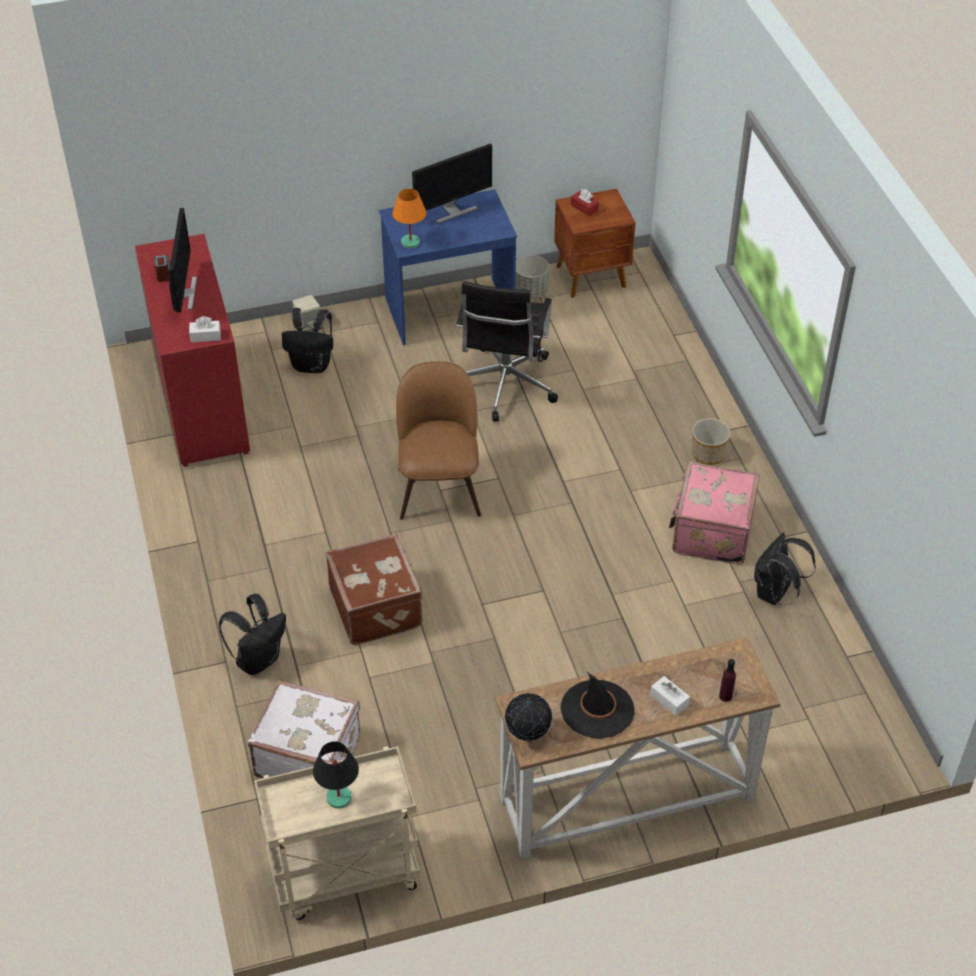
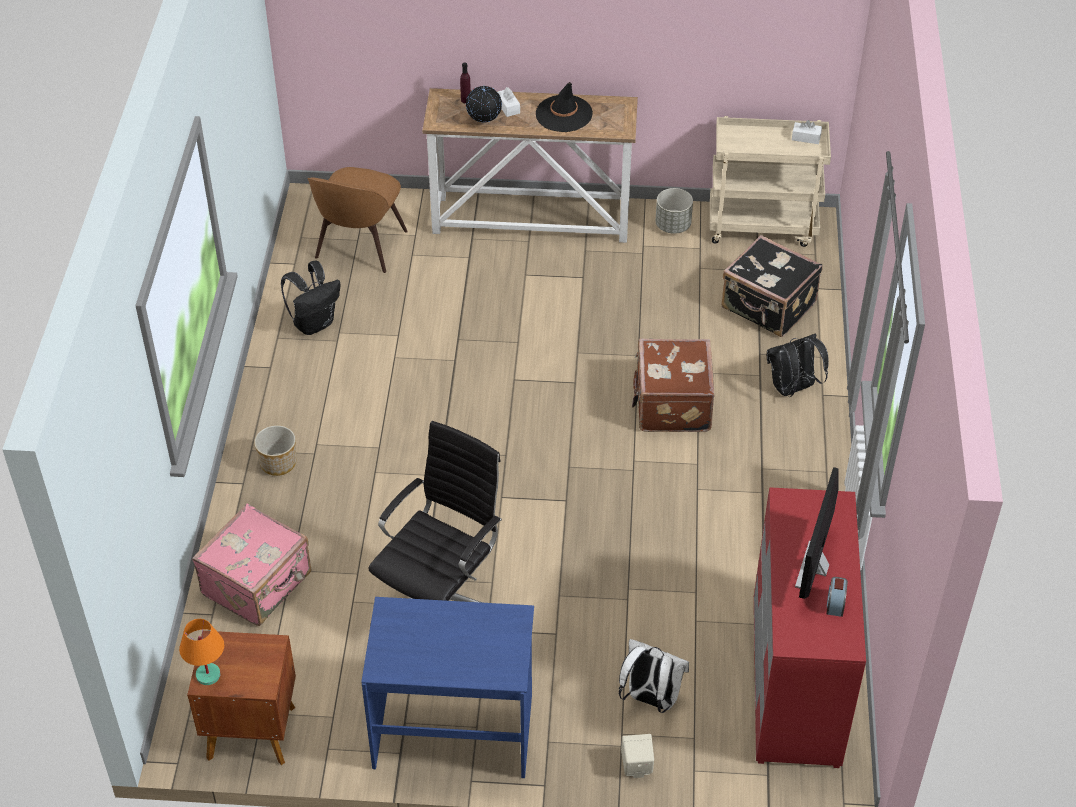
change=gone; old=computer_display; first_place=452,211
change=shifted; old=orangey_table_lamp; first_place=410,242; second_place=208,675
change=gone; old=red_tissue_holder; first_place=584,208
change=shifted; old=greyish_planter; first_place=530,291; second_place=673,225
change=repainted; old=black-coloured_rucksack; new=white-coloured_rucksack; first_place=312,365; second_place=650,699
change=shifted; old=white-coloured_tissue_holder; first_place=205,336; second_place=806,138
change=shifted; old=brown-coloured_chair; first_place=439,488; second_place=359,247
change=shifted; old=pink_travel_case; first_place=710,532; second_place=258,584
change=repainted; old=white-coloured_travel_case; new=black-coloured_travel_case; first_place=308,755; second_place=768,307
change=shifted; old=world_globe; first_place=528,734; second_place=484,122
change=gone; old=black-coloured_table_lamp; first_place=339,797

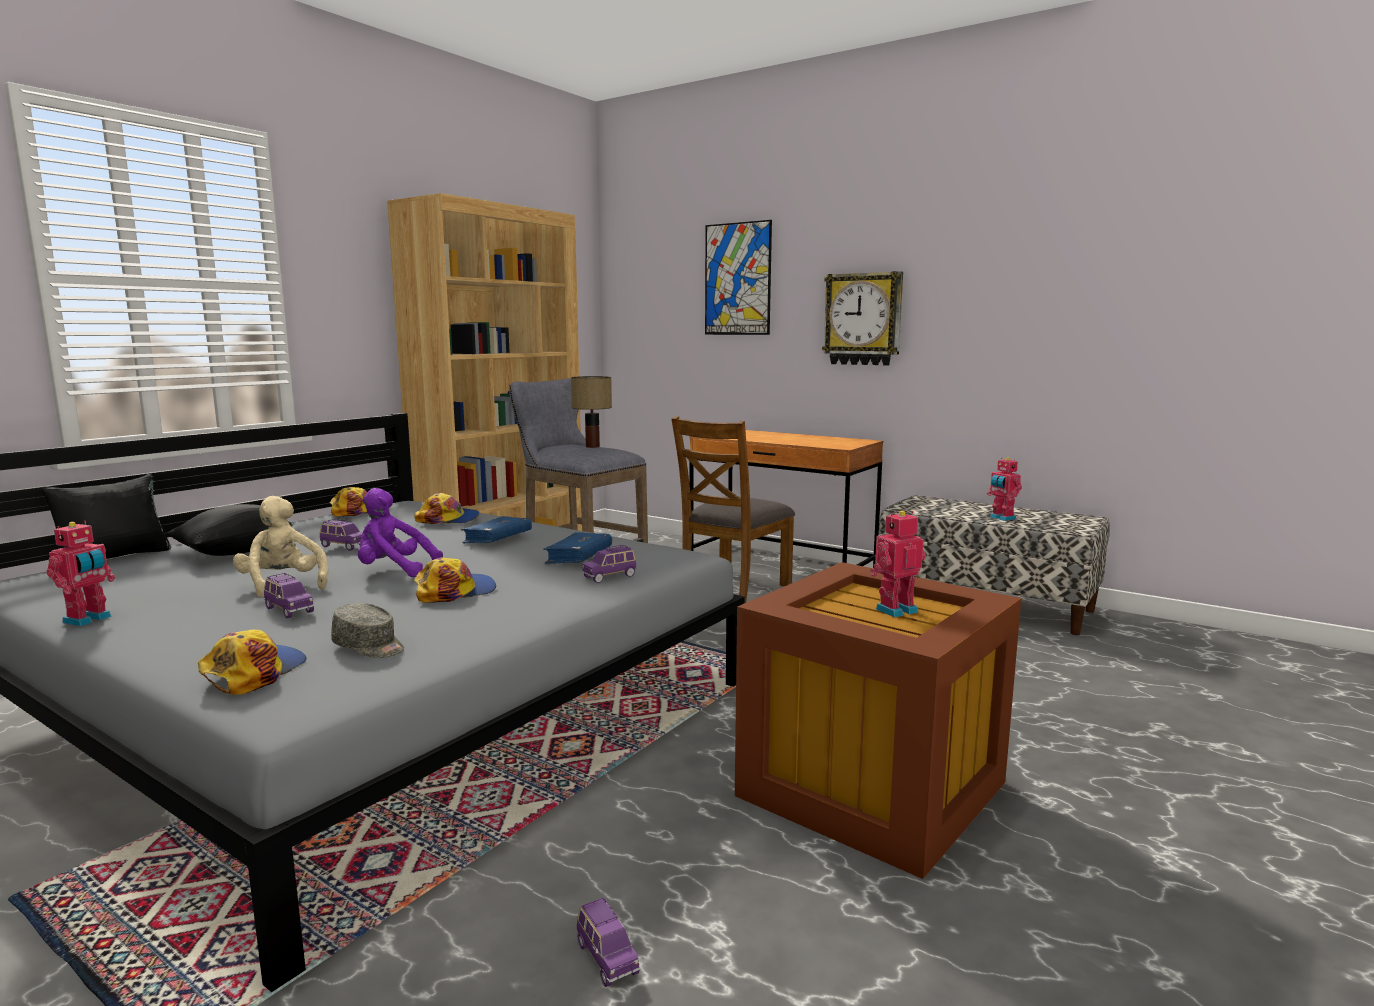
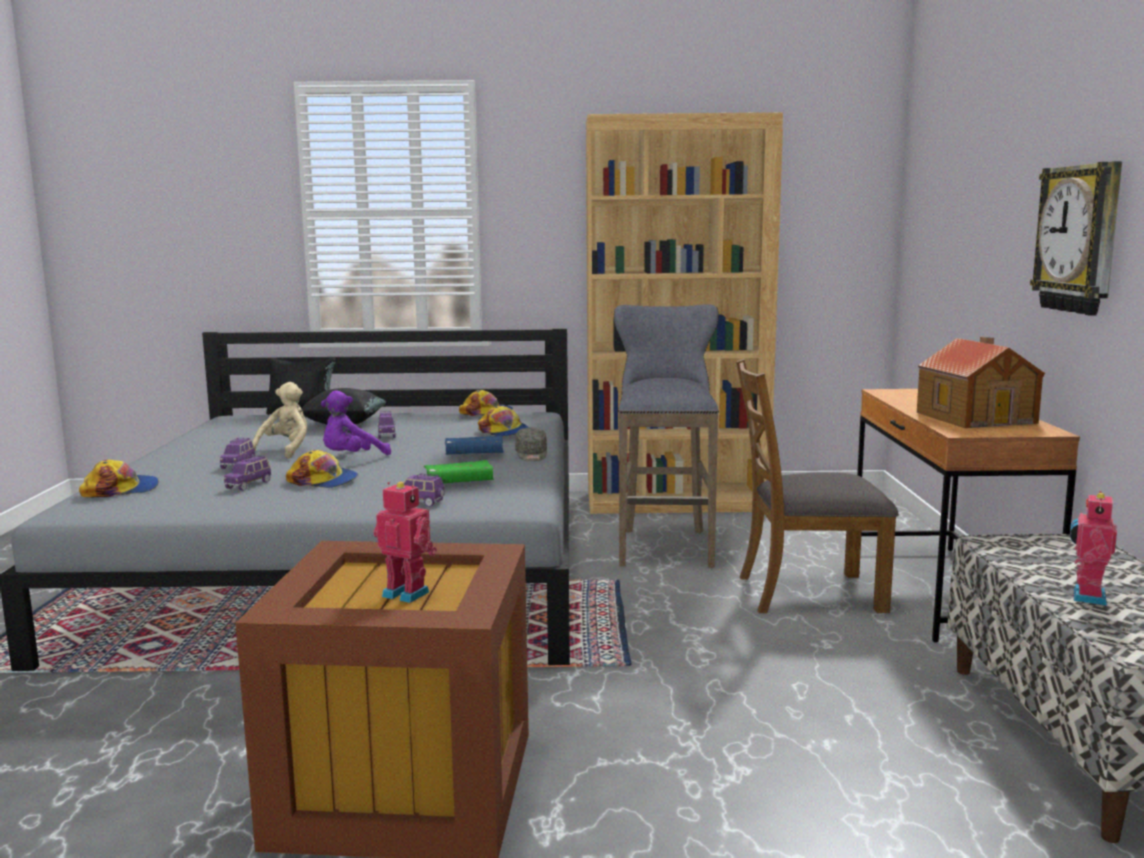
change=gone; old=picture; first_place=737,279
change=gone; old=table_lamp; first_place=593,446
change=rotated; old=purple_cuddly_toy; first_place=394,571; second_place=352,458; degrees=-105
change=gone; old=robot_figure; first_place=89,620
change=repainted; old=bluish_volume; new=green-coloured_volume; first_place=579,557; second_place=459,483
change=shifted; old=greyish_baseball_cap; first_place=370,647; second_place=531,455
change=shifted; old=purple_miniature_car; first_place=606,958; second_place=249,485
change=new; new=toy_house; second_place=976,417

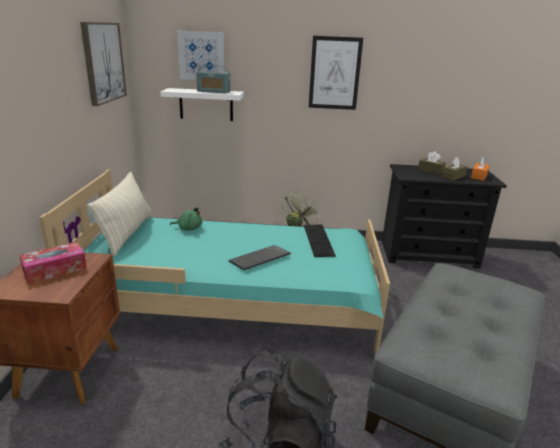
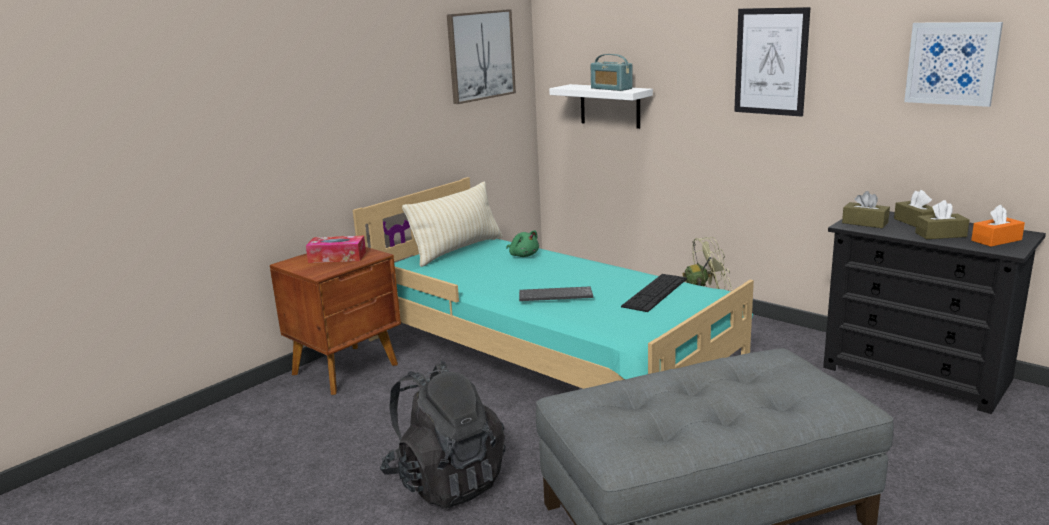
change=shifted; old=picture; first_place=201,56; second_place=952,63
change=new; new=brown-coloured_tissue_holder; second_place=865,223

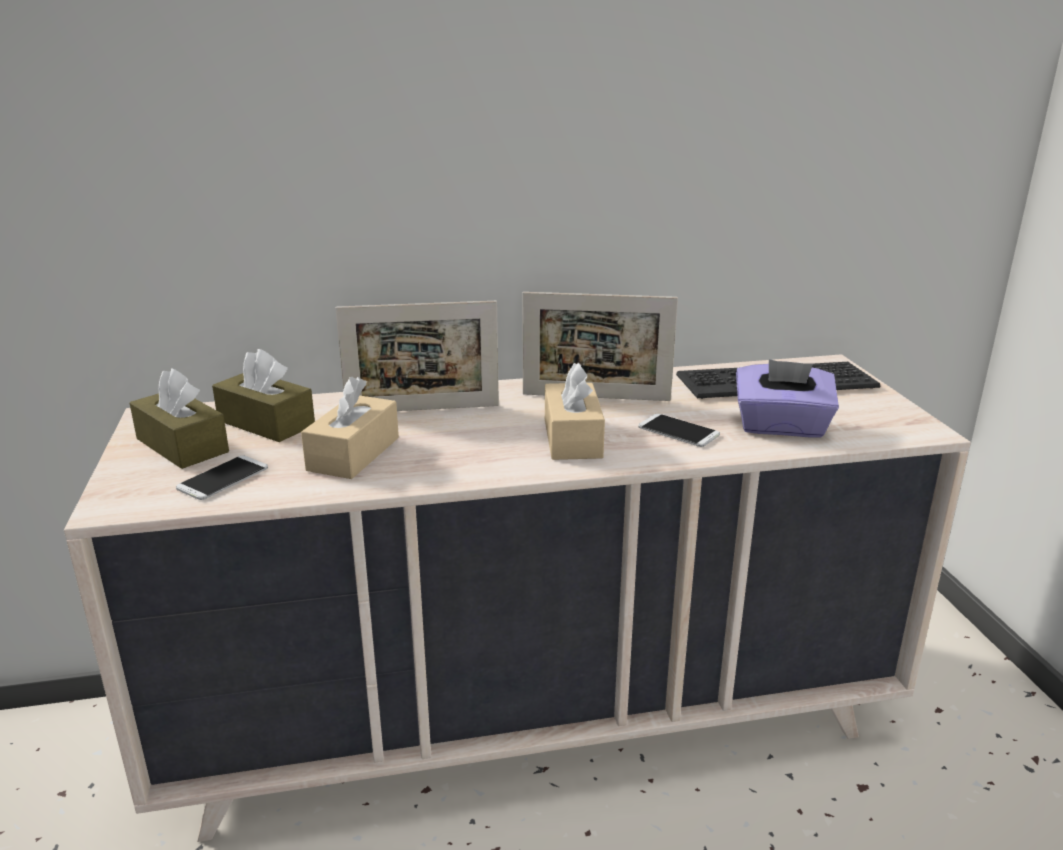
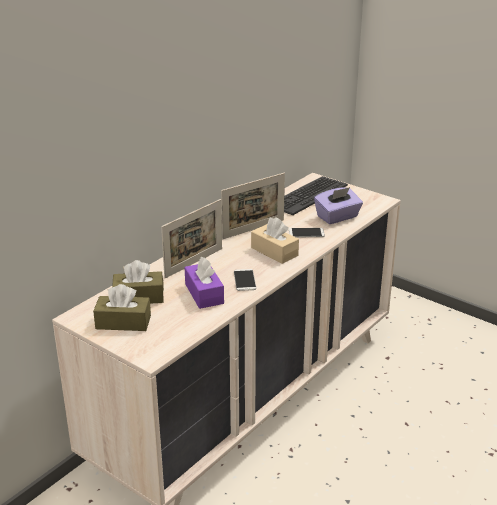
change=repainted; old=beige-coloured_tissue_holder; new=purple_tissue_holder; first_place=353,454; second_place=204,294
change=shifted; old=phone; first_place=223,478; second_place=244,280

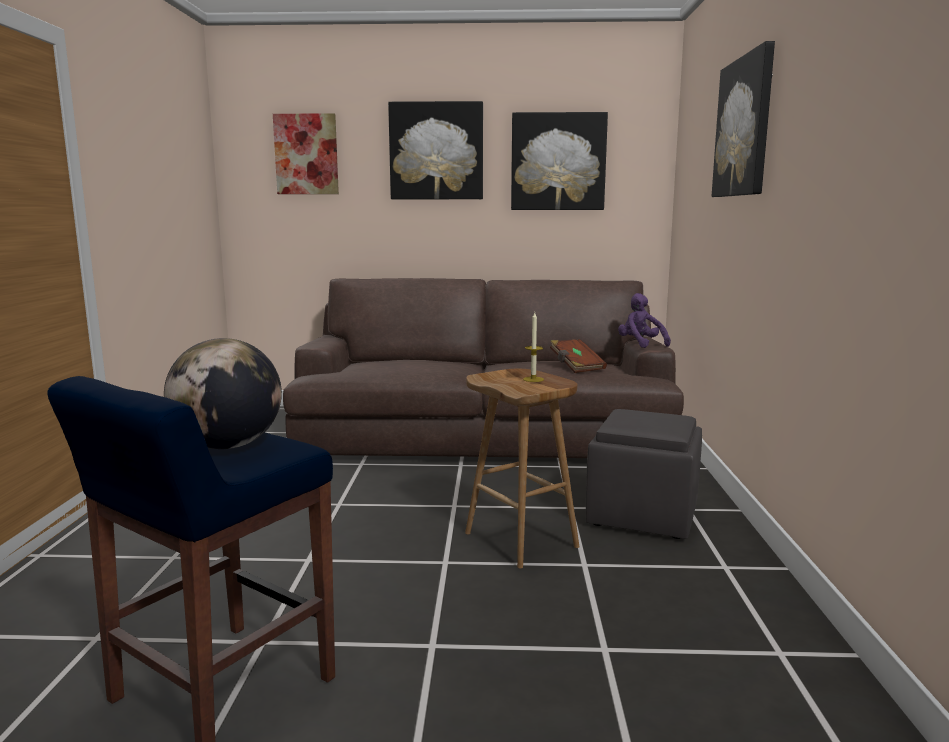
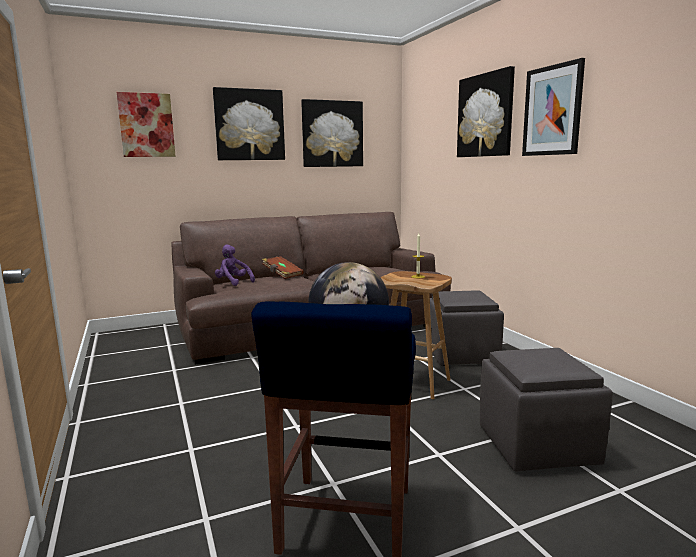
change=shifted; old=purple_cuddly_toy; first_place=640,344; second_place=233,282
change=shifted; old=brown-coloured_volume; first_place=576,367; second_place=282,275
change=new; new=picture; second_place=552,110
change=new; new=greyish_pouffe; second_place=537,445

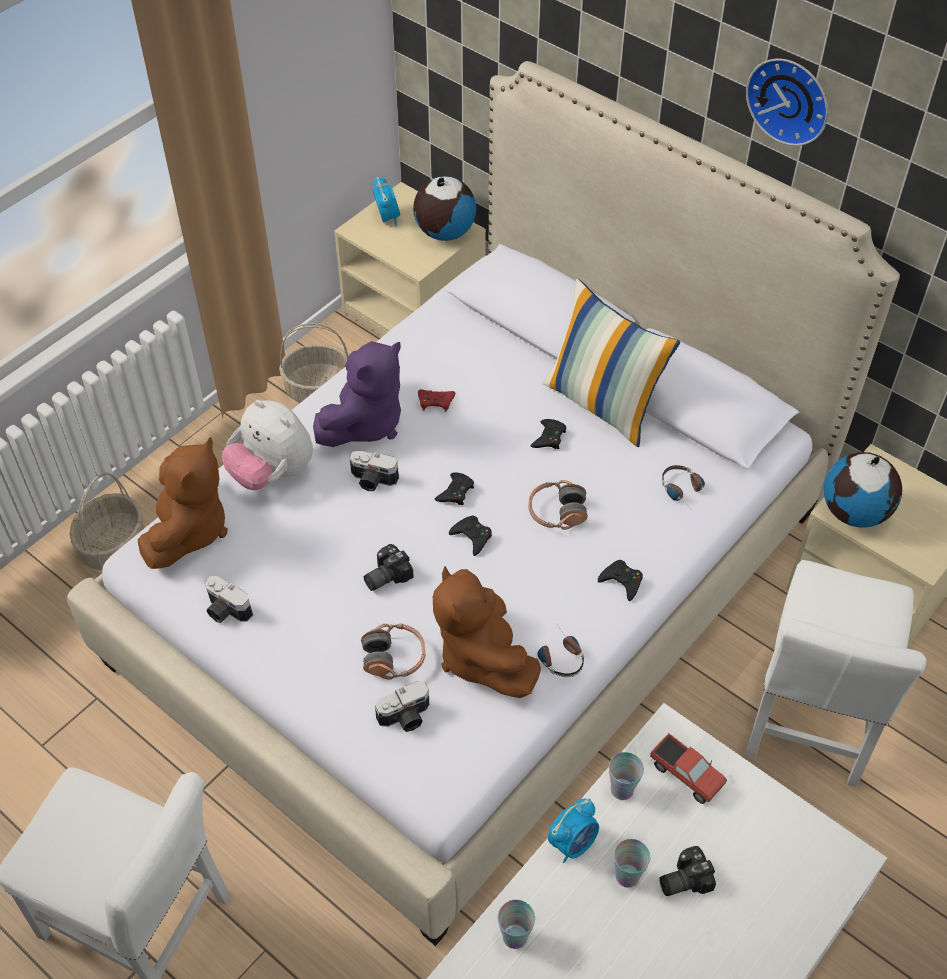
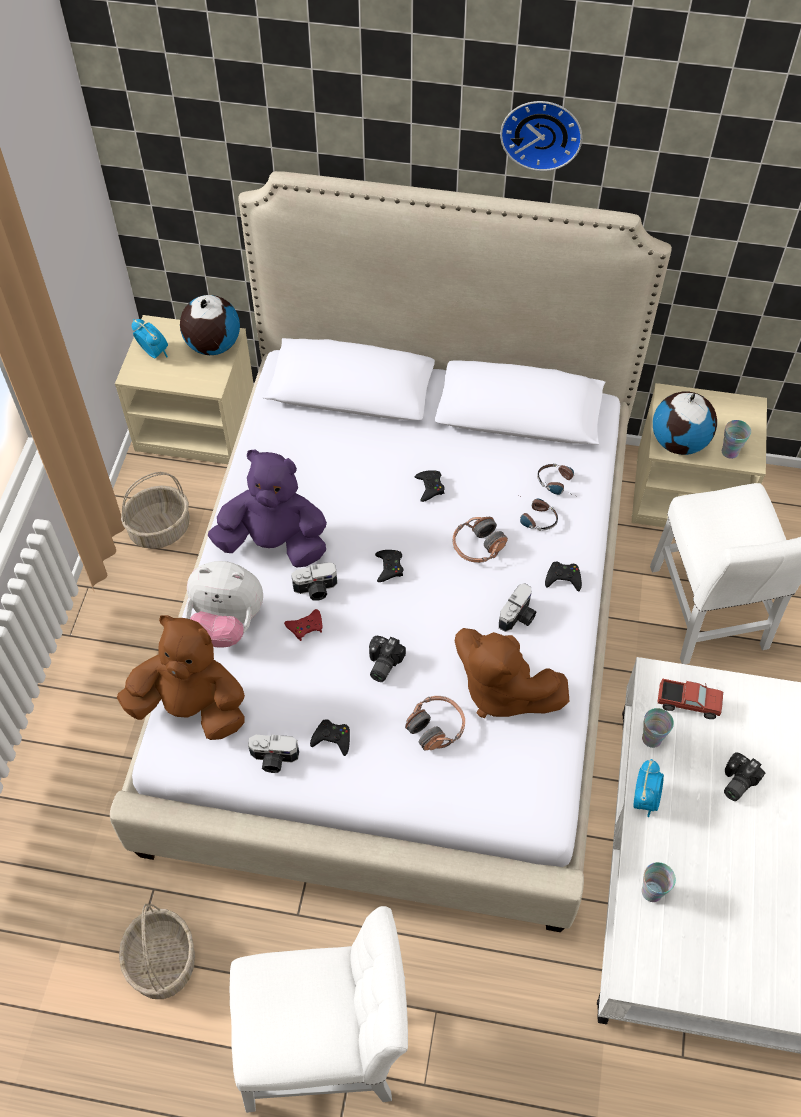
change=gone; old=cushion; first_place=603,404
change=rotated; old=purple_cuddly_toy; first_place=365,423; second_place=274,543; degrees=-90
change=shifted; old=red_joypad; first_place=435,402; second_place=305,626
change=rotated; old=brown-coloured_cuddly_toy; first_place=189,530; second_place=191,707; degrees=-60
change=shifted; old=household_basket; first_place=114,547; second_place=163,962
change=shifted; old=black-coloured_joypad; first_place=472,537; second_place=332,739
change=shifted; old=pair_of_headphones; first_place=558,655; second_place=533,517
change=shifted; old=still_camera; first_place=406,718; second_place=519,617
change=shifted; old=small_cup; first_place=627,876; second_place=730,452

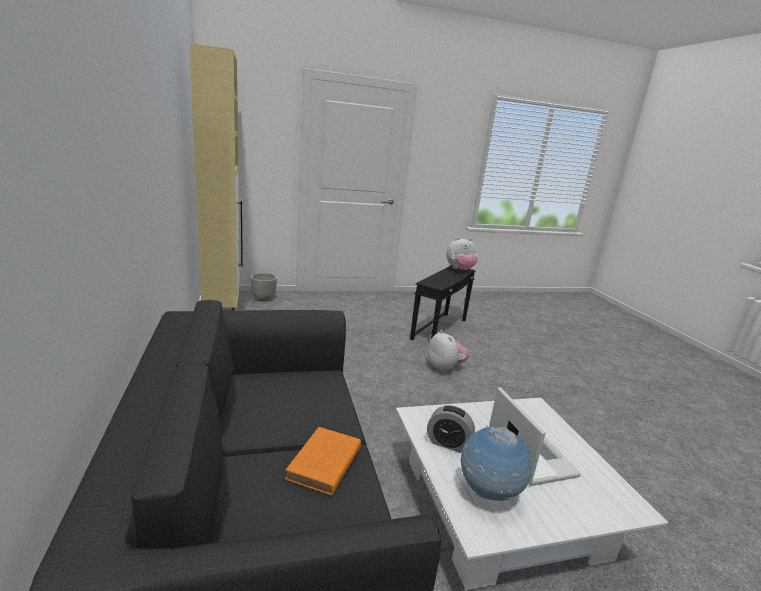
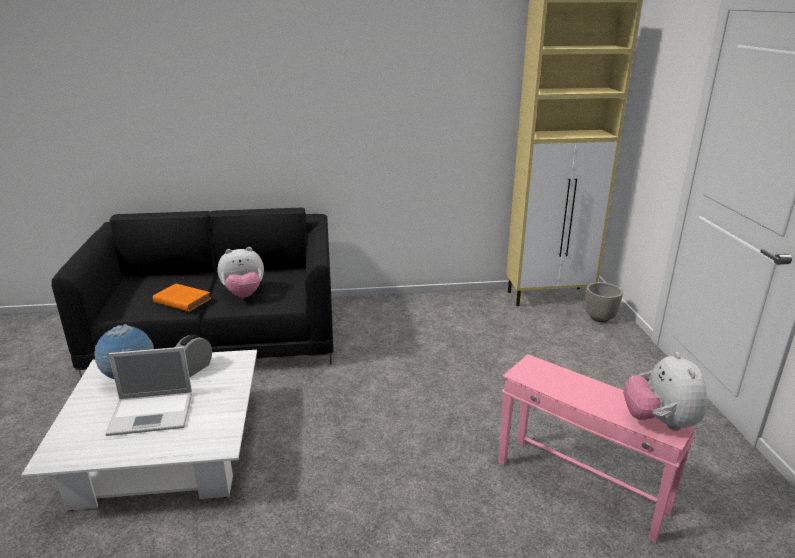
change=repainted; old=black-coloured_accent_table; new=pink_accent_table; first_place=440,329; second_place=580,486
change=shifted; old=cuddly_toy; first_place=445,367; second_place=244,294

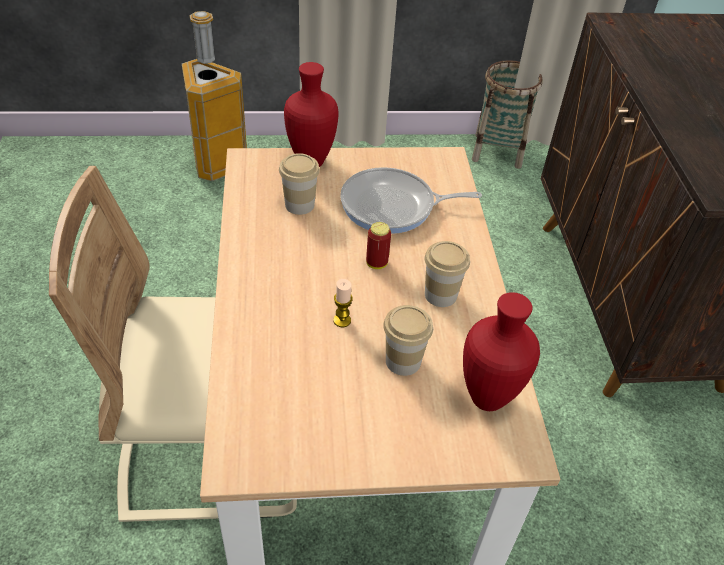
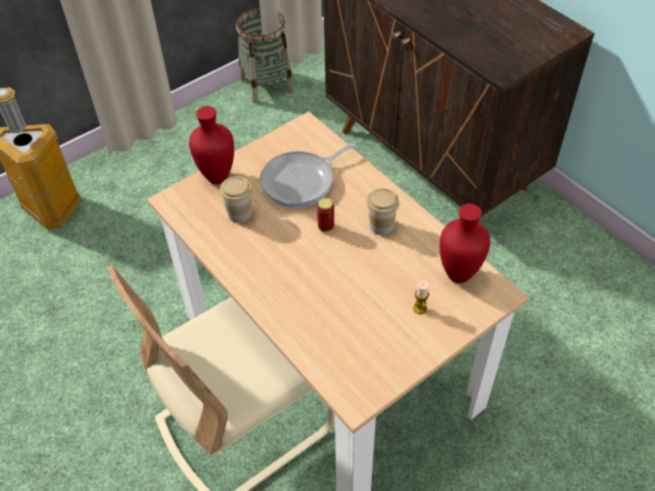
change=shifted; old=wax_candle; first_place=342,320; second_place=420,308
change=gone; old=small_cup; first_place=403,361

